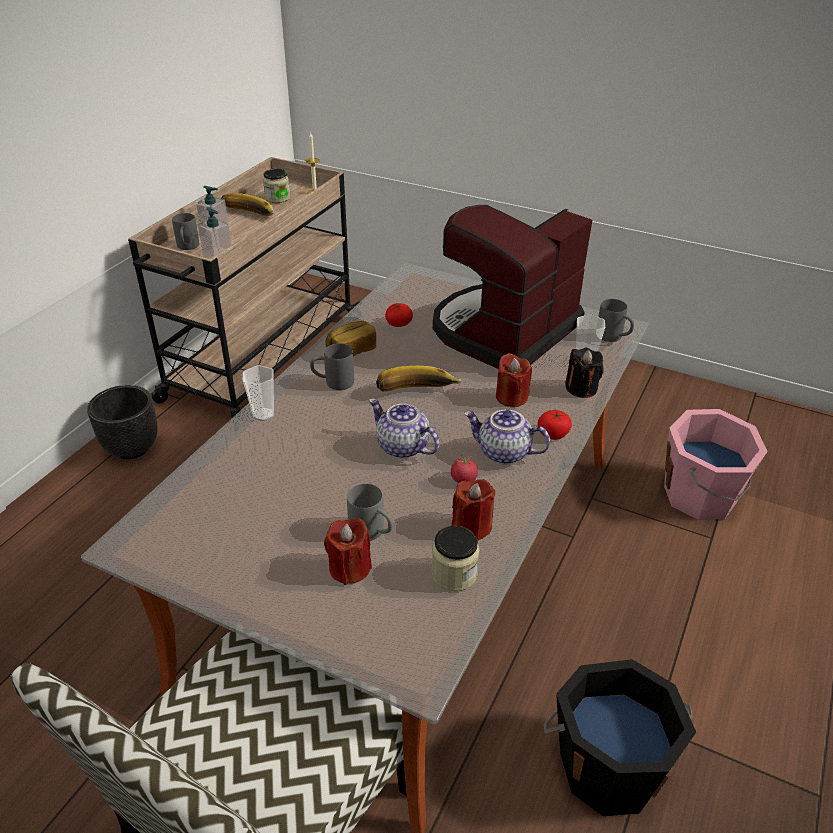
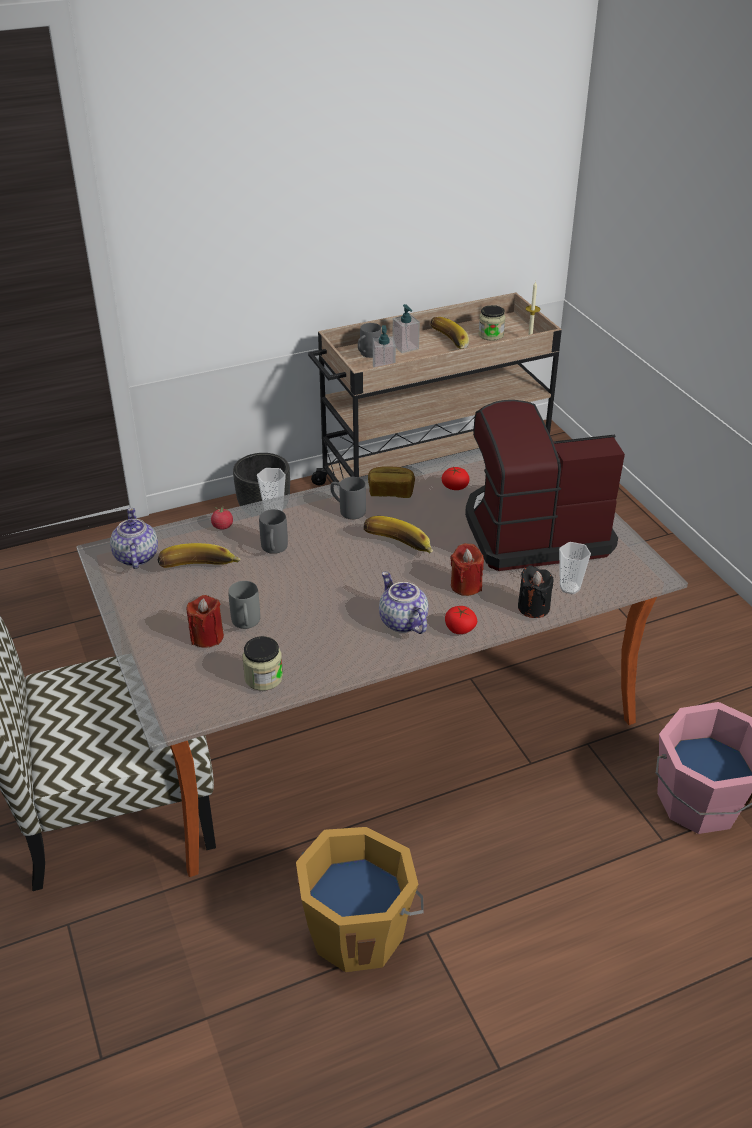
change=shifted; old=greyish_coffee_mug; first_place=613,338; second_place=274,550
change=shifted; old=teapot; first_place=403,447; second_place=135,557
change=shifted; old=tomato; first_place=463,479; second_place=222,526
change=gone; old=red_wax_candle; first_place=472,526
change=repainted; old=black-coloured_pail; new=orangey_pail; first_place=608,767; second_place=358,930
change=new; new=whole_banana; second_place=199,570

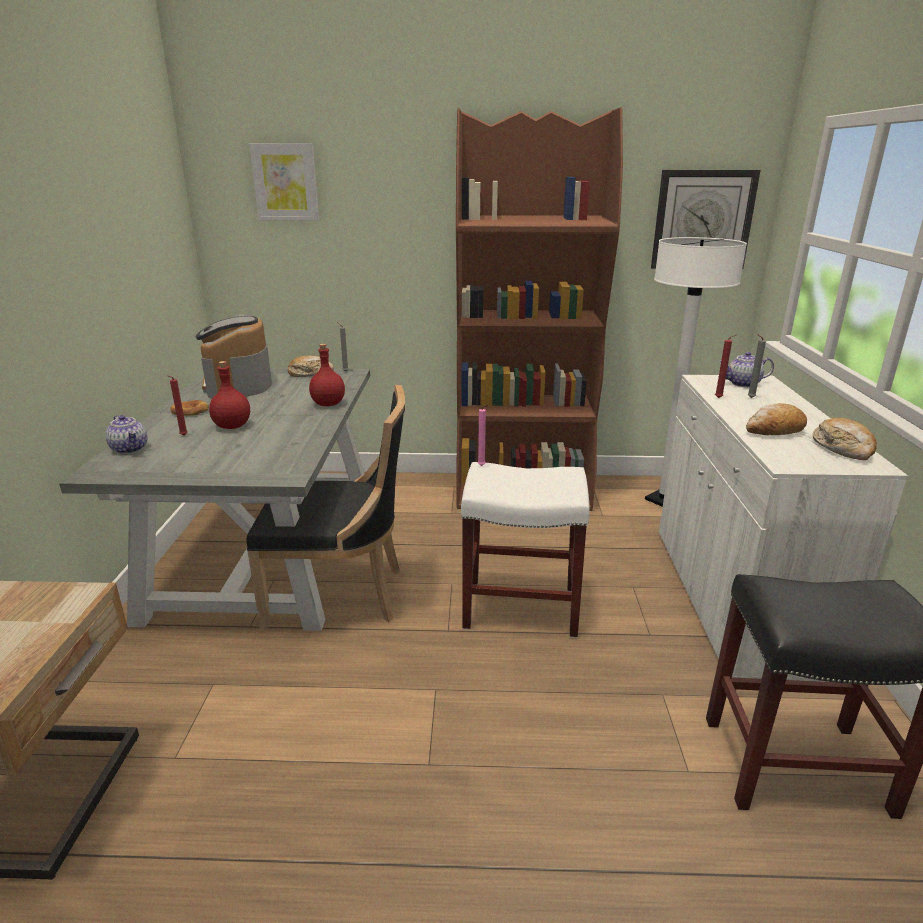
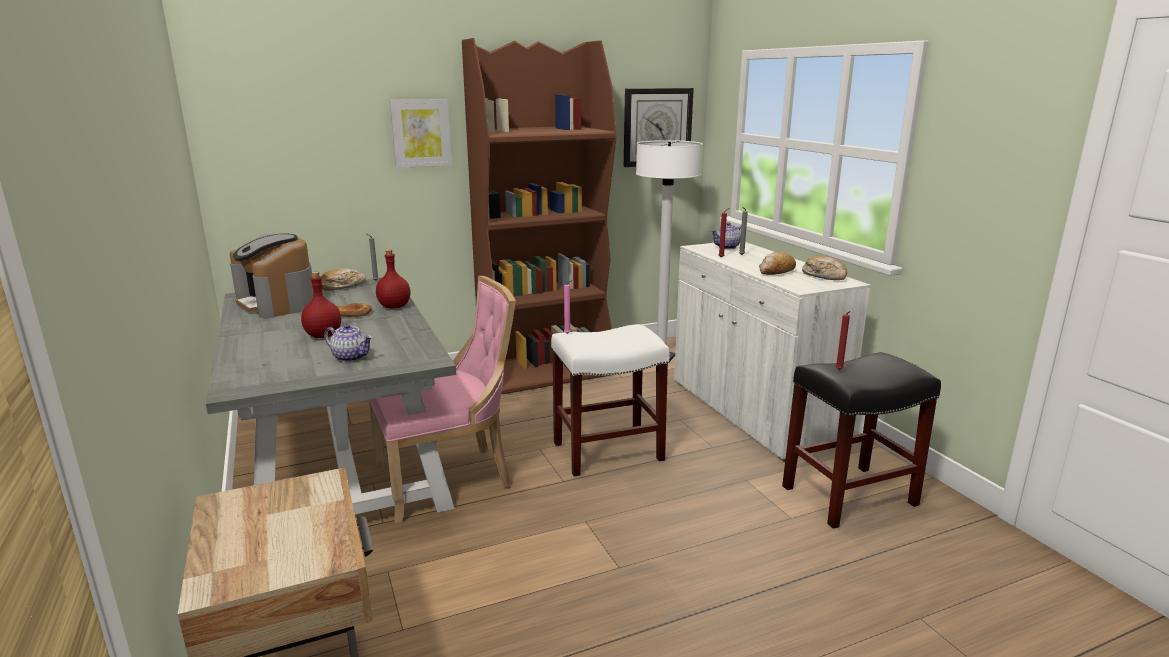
change=shifted; old=picture; first_place=285,182; second_place=421,133
change=shifted; old=red_wax_candle; first_place=182,436; second_place=839,370
change=repainted; old=black-coloured_chair; new=pink_chair; first_place=341,595; second_place=449,479
change=shifted; old=bread; first_place=190,411; second_place=354,313
change=shifted; old=teapot; first_place=130,449; second_place=351,357

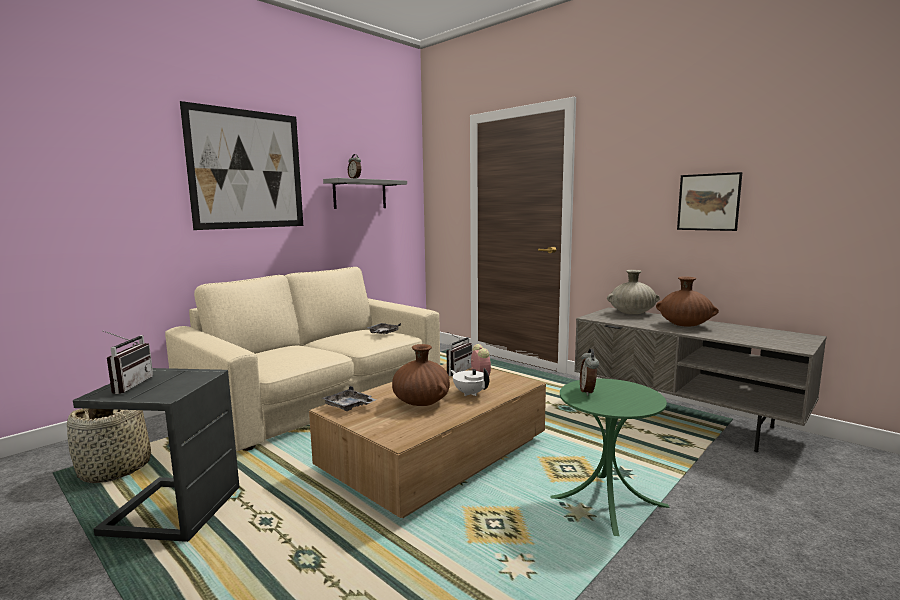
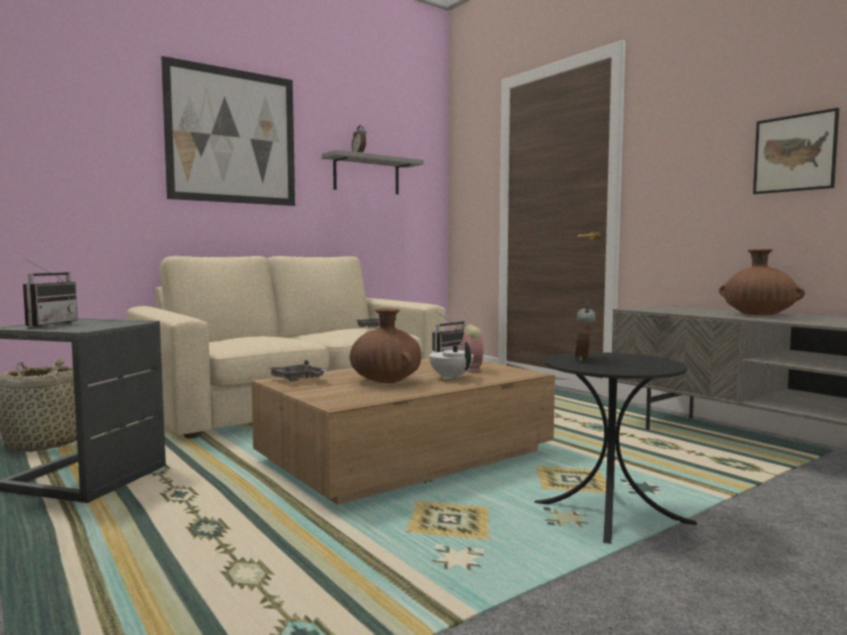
change=gone; old=beige-coloured_flower_vase; first_place=632,313
change=repainted; old=green-coloured_accent_table; new=black-coloured_accent_table; first_place=606,502; second_place=609,512

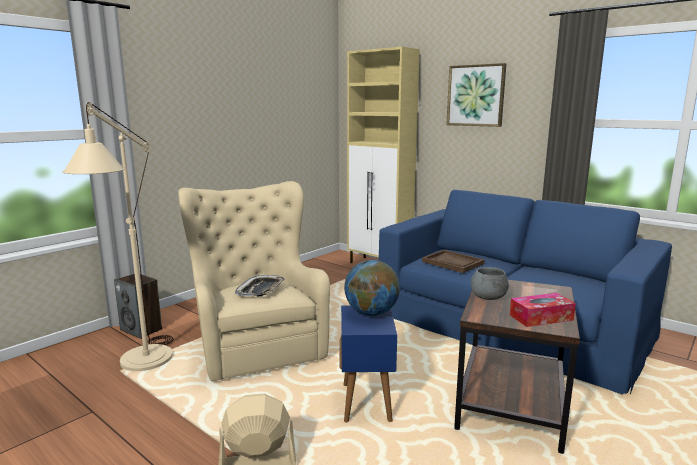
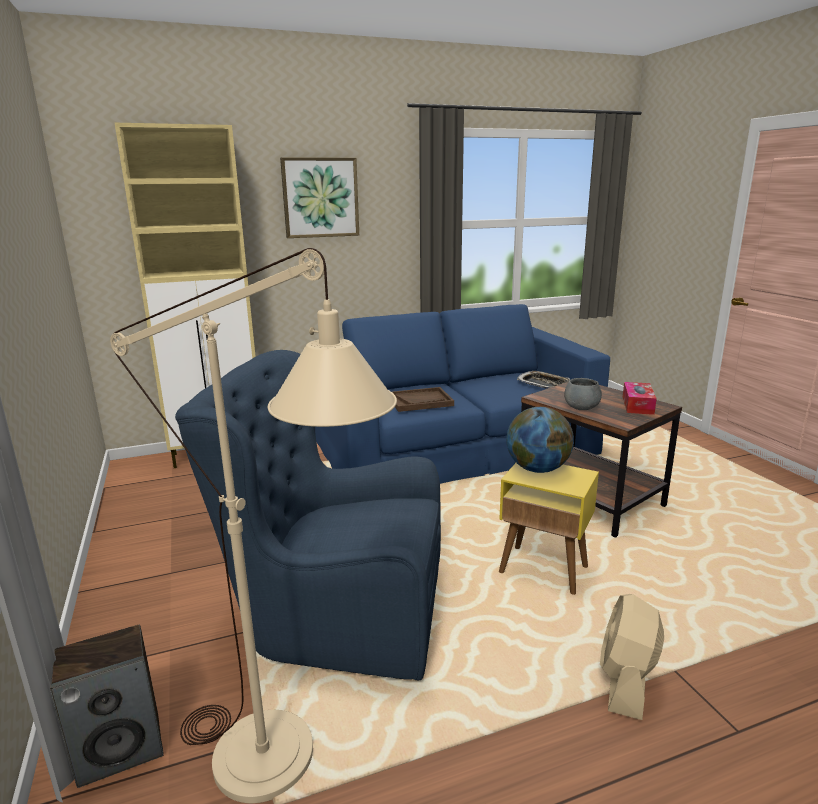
change=repainted; old=beige-coloured_armchair; new=bluish_armchair; first_place=256,343; second_place=332,613
change=shifted; old=serving_tray; first_place=261,290; second_place=543,384
change=repainted; old=bluish_accent_table; new=yellow_accent_table; first_place=366,403; second_place=544,570

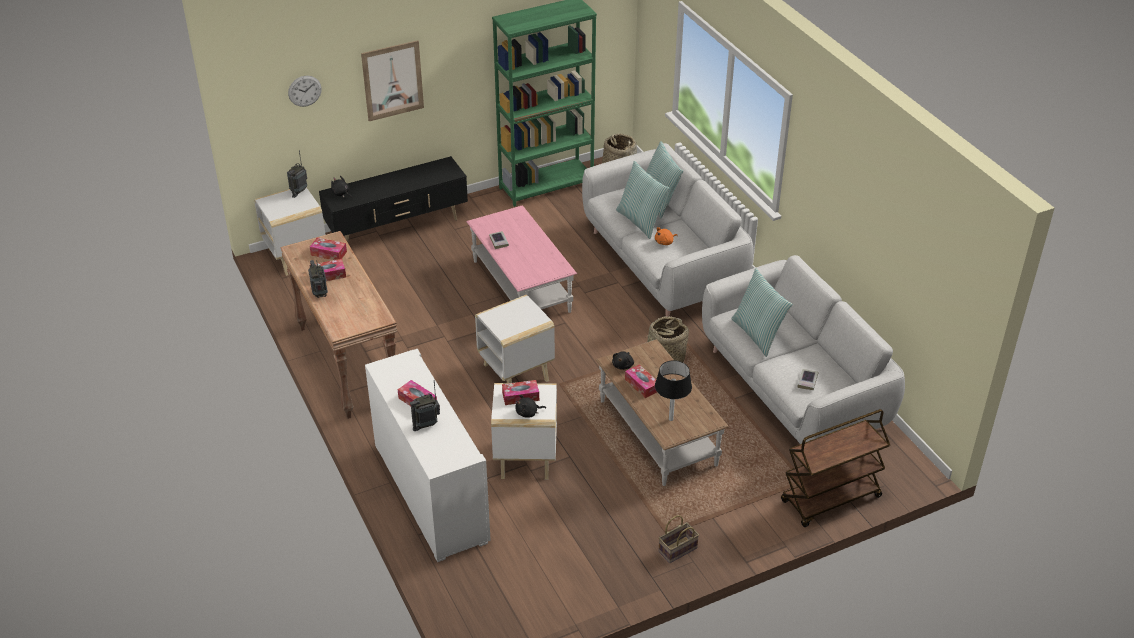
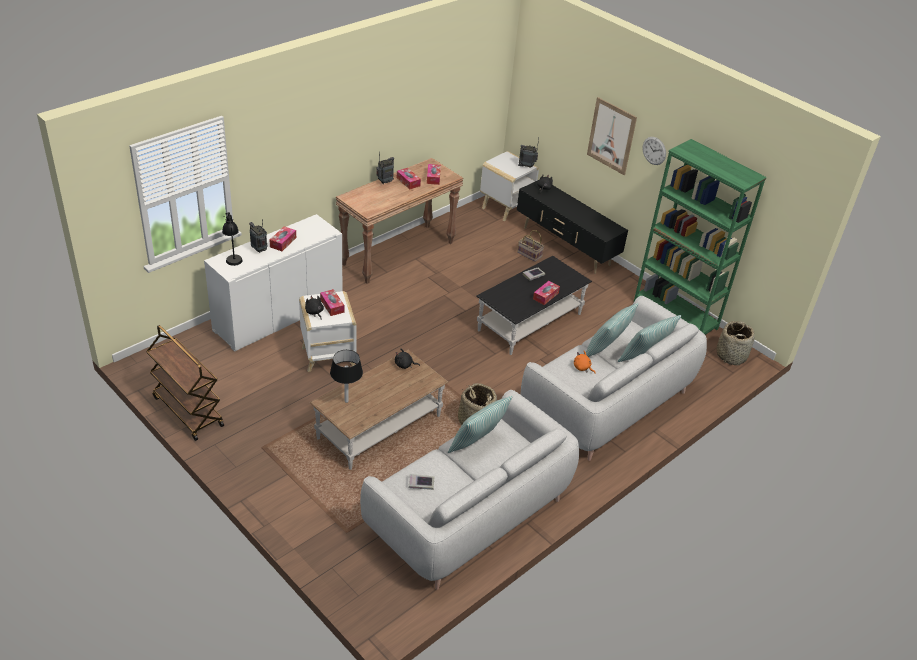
change=shifted; old=clock_on_the_wall; first_place=304,91; second_place=654,150
change=repainted; old=pink_coffee_table; new=black-coloured_coffee_table; first_place=521,286; second_place=529,322
change=gone; old=white-coloured_accent_table; first_place=517,373
change=shifted; old=tissue_holder; first_place=642,385; second_place=545,296
change=shifted; old=brown-coloured_cart; first_place=830,500; second_place=187,411
change=shifted; old=household_basket; first_place=677,550; second_place=528,254
change=new; new=black-coloured_table_lamp; second_place=233,256

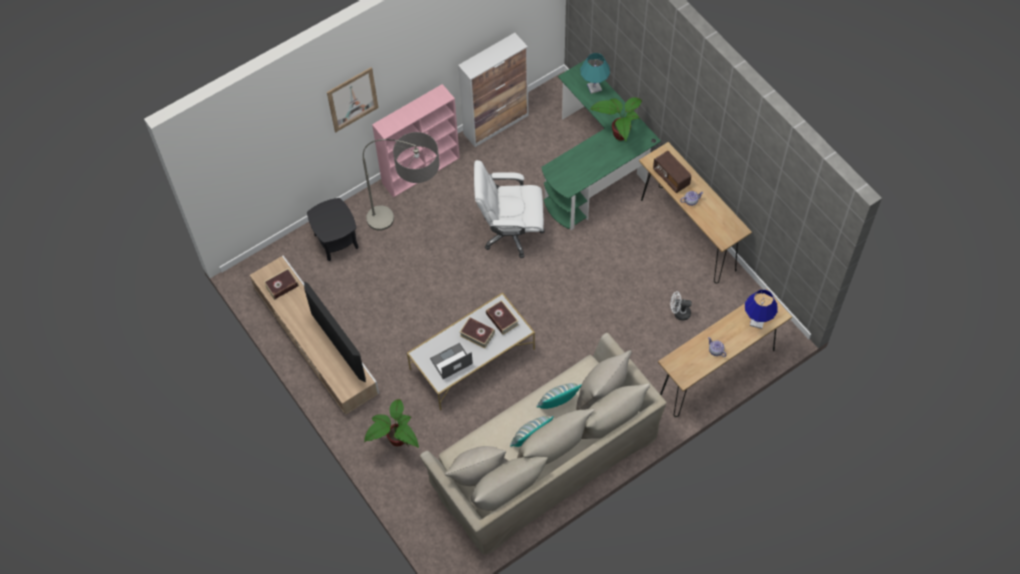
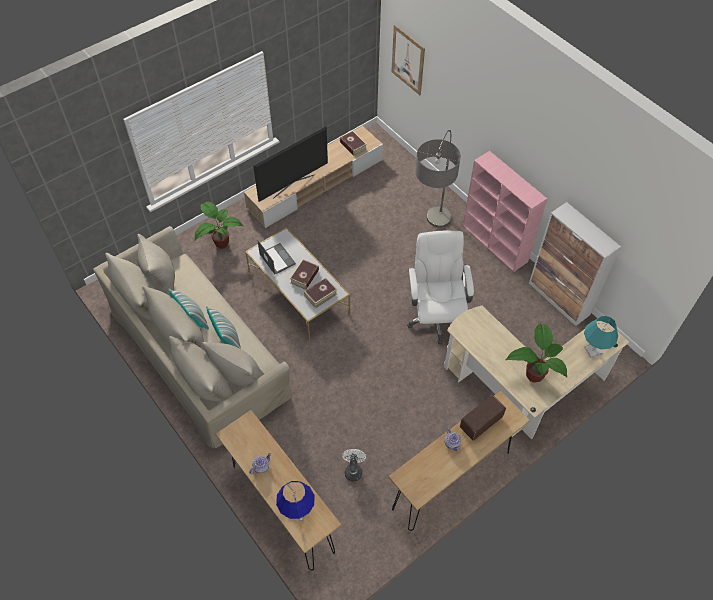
change=repainted; old=green-coloured_desk_unit; new=beige-coloured_desk_unit; first_place=596,169; second_place=521,389
change=shifted; old=picture; first_place=352,99; second_place=408,60
change=gone; old=black-coloured_accent_table; first_place=336,241

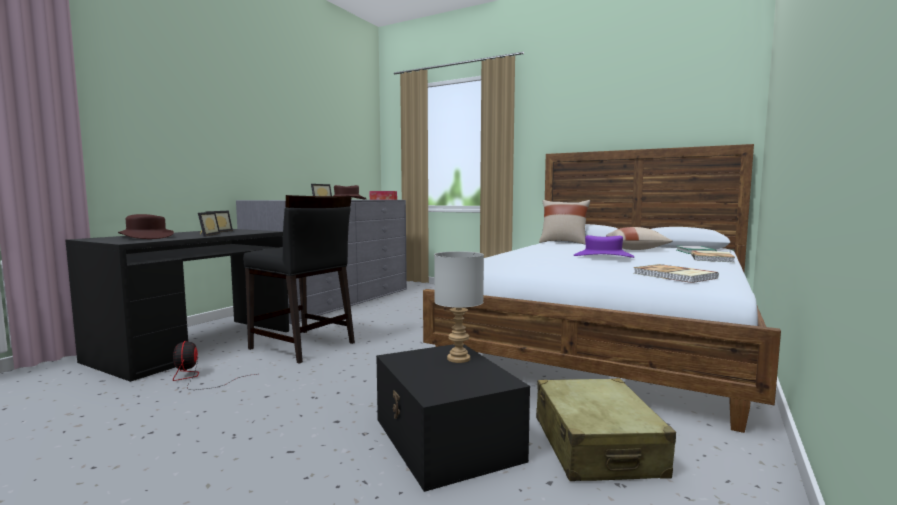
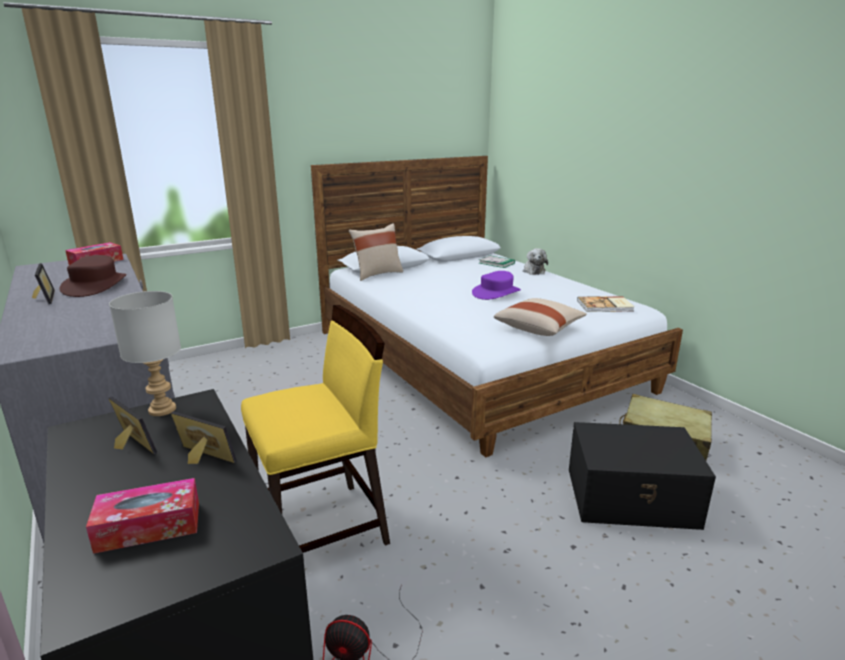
change=repainted; old=black-coloured_chair; new=yellow_chair; first_place=302,346; second_place=322,529
change=swapped; old=brown-coloured_clothing_hat; new=tissue_holder; first_place=146,237; second_place=149,526
change=shifted; old=beige-coloured_cushion; first_place=636,249; second_place=539,328
change=swapped; old=volume; new=cuddly_toy; first_place=712,258; second_place=533,271
change=shifted; old=greyish_table_lamp; first_place=459,358; second_place=163,409

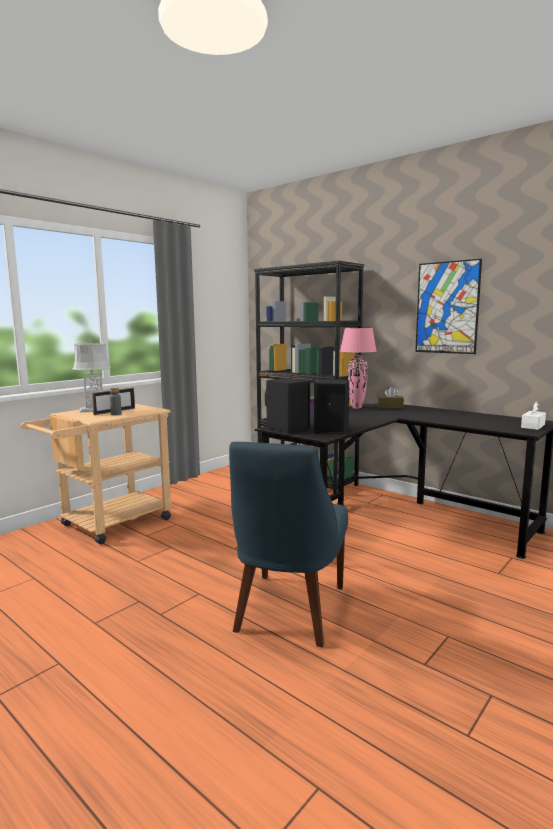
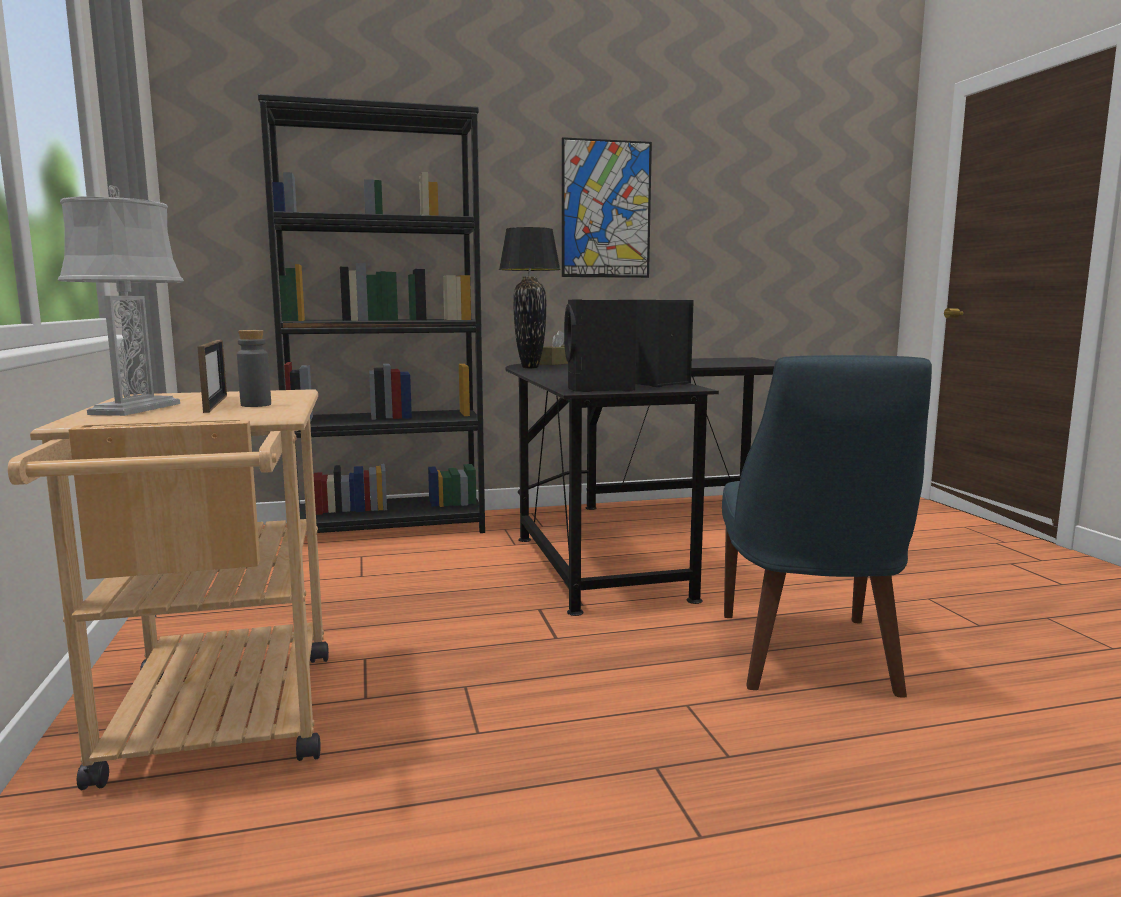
change=repainted; old=pink_table_lamp; new=black-coloured_table_lamp; first_place=356,408; second_place=529,367
change=gone; old=white-coloured_tissue_holder; first_place=533,426
change=rotated; old=bluish_chair; first_place=288,611; second_place=808,657; degrees=45

